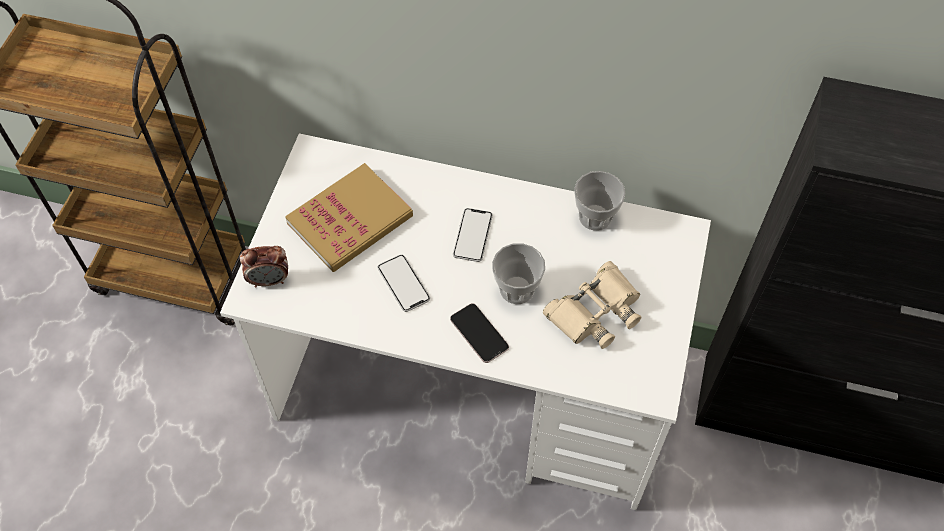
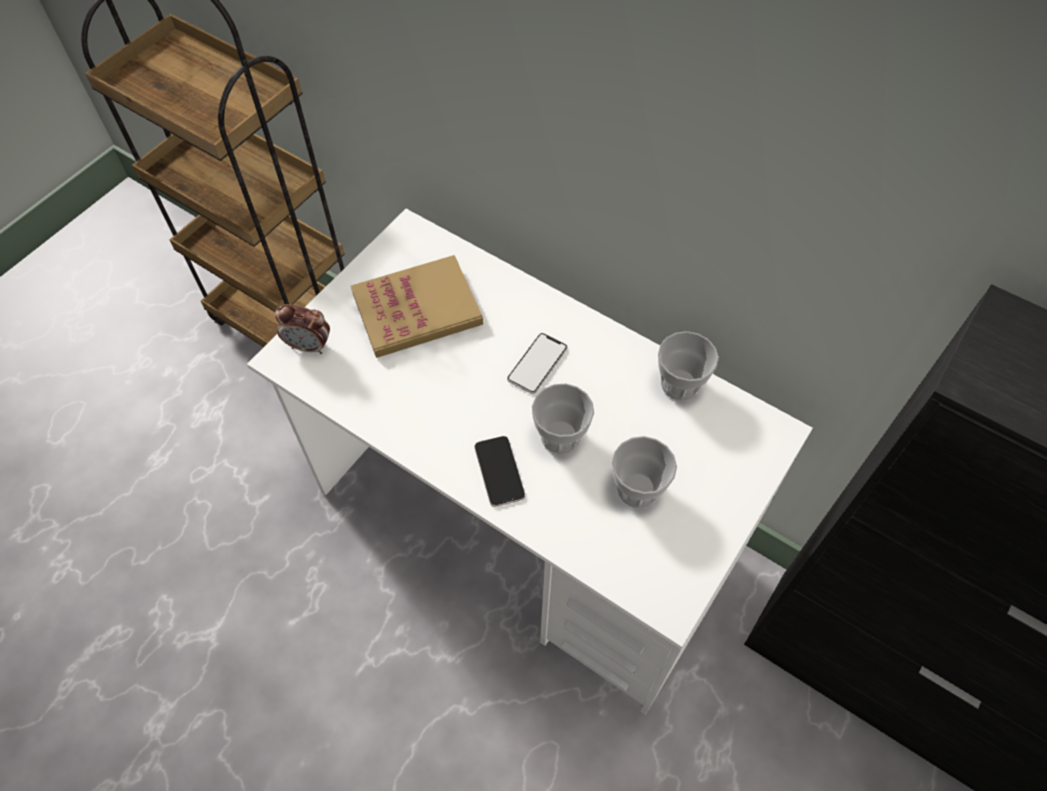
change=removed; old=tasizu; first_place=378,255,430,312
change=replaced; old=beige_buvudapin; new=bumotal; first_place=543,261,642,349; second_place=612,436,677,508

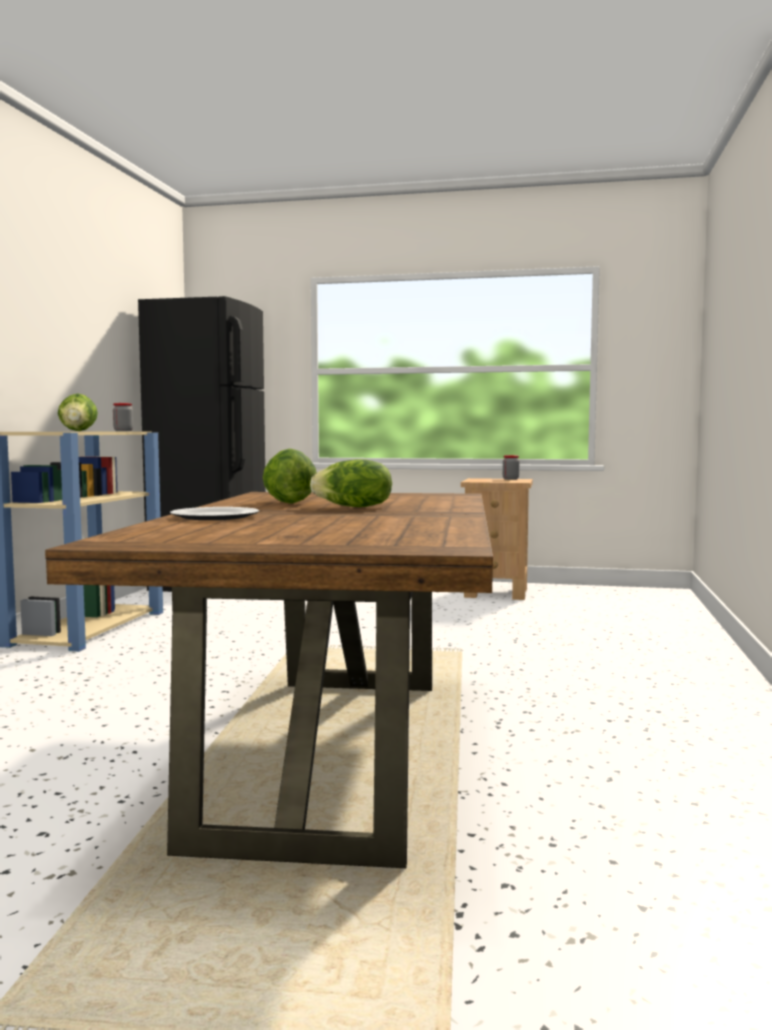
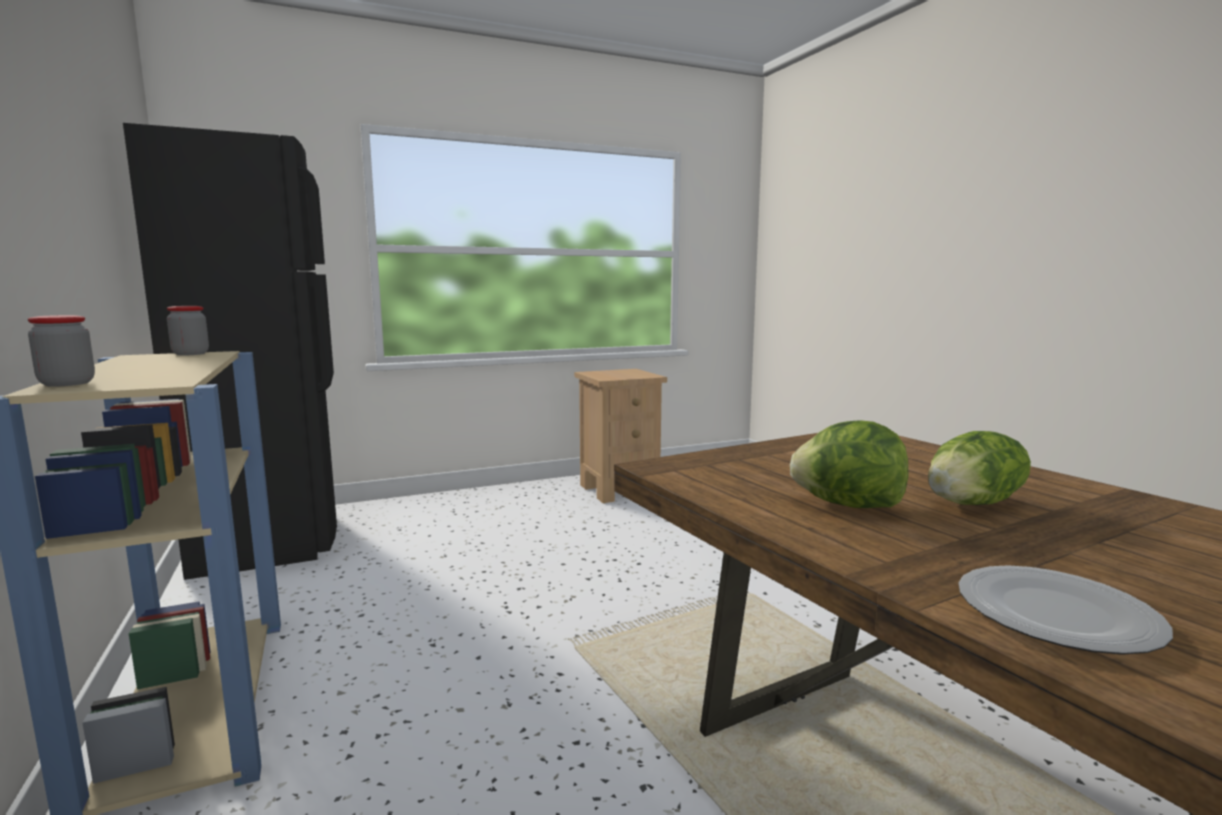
change=removed; old=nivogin; first_place=58,393,98,431
change=moved; old=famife; first_place=503,455,519,480; second_place=28,315,95,387

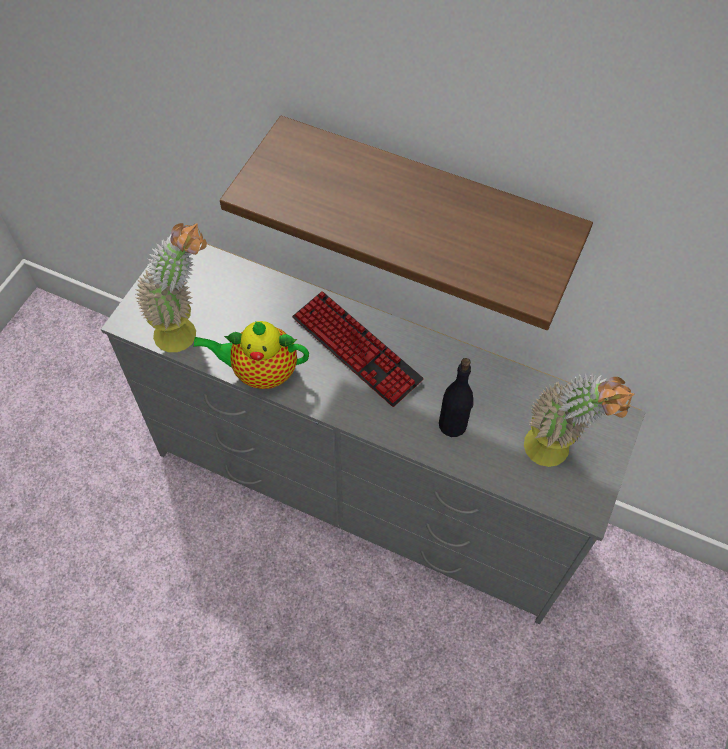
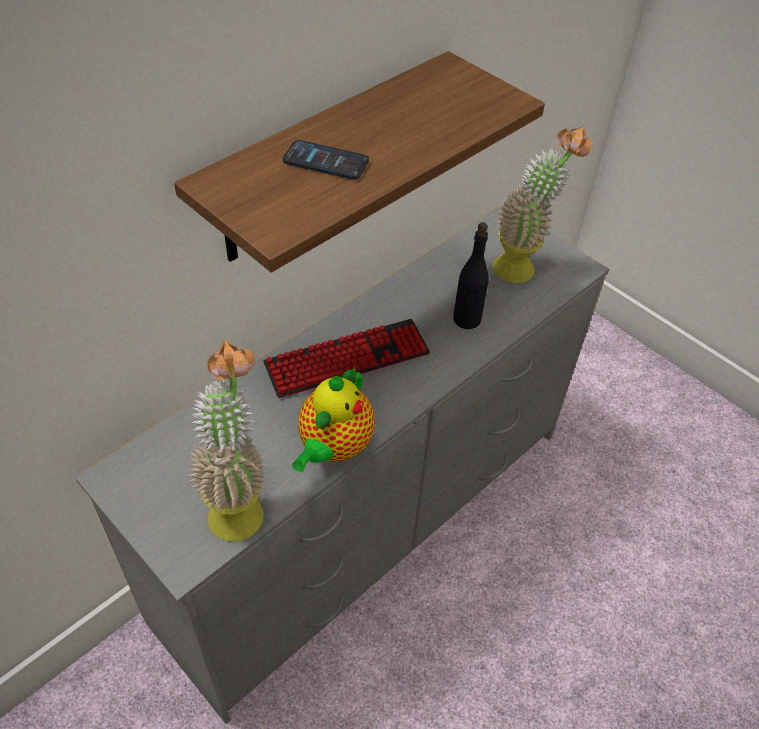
change=added; new=tasizu; second_place=283,140,369,180

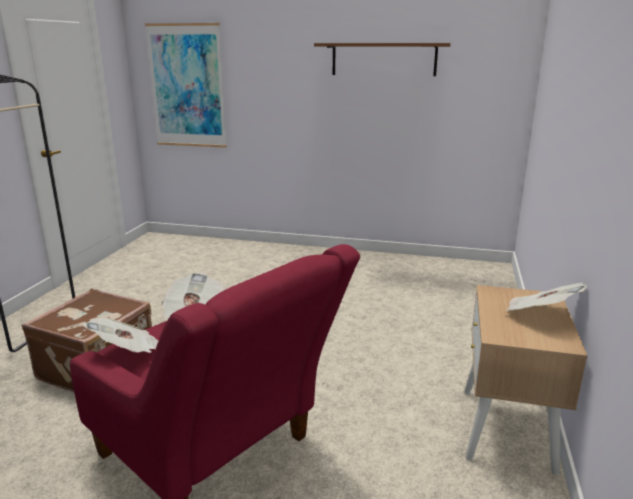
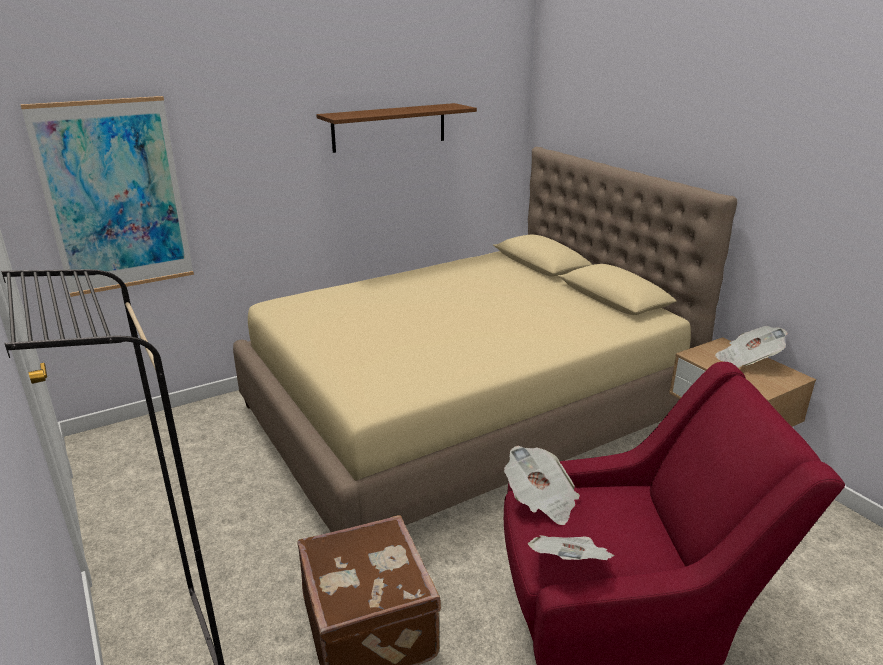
change=added; new=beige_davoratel; second_place=233,147,737,532

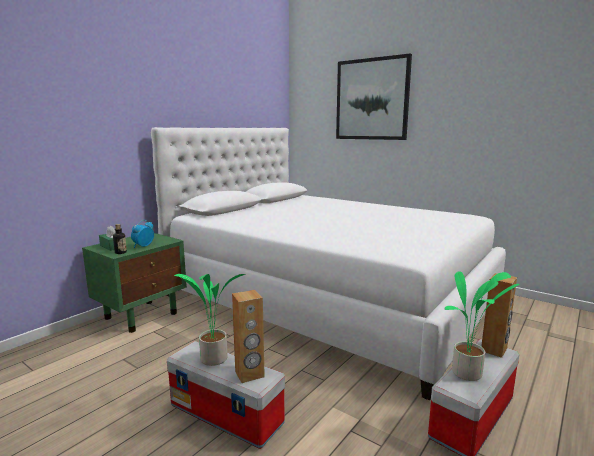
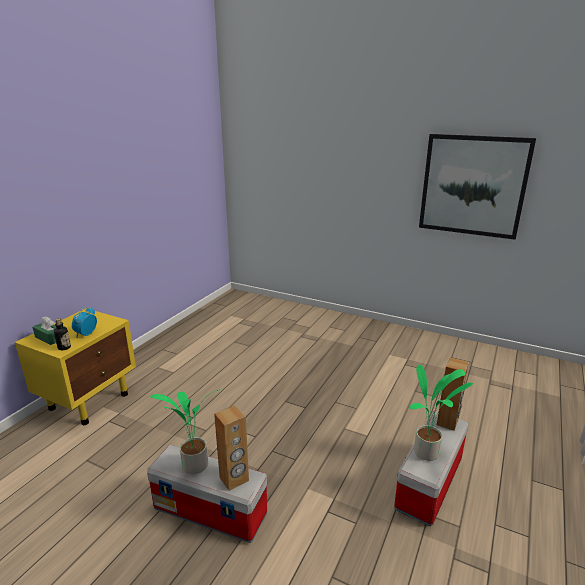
change=moved; old=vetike; first_place=336,53,412,140; second_place=419,134,536,240
change=removed; old=white_davoratel; first_place=151,127,506,400
change=recoloured; old=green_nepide; new=yellow_nepide; first_place=82,233,187,333; second_place=15,308,136,425

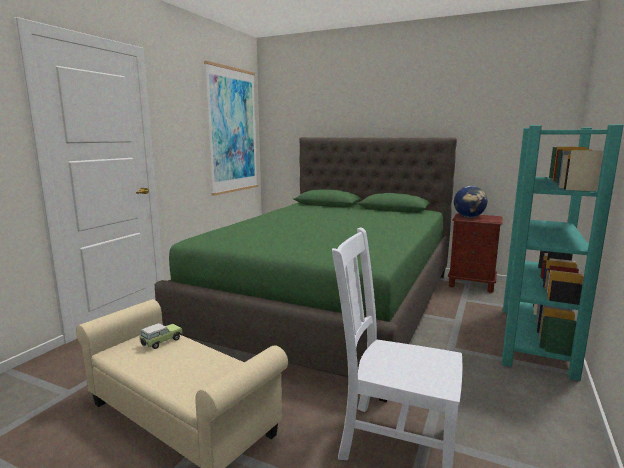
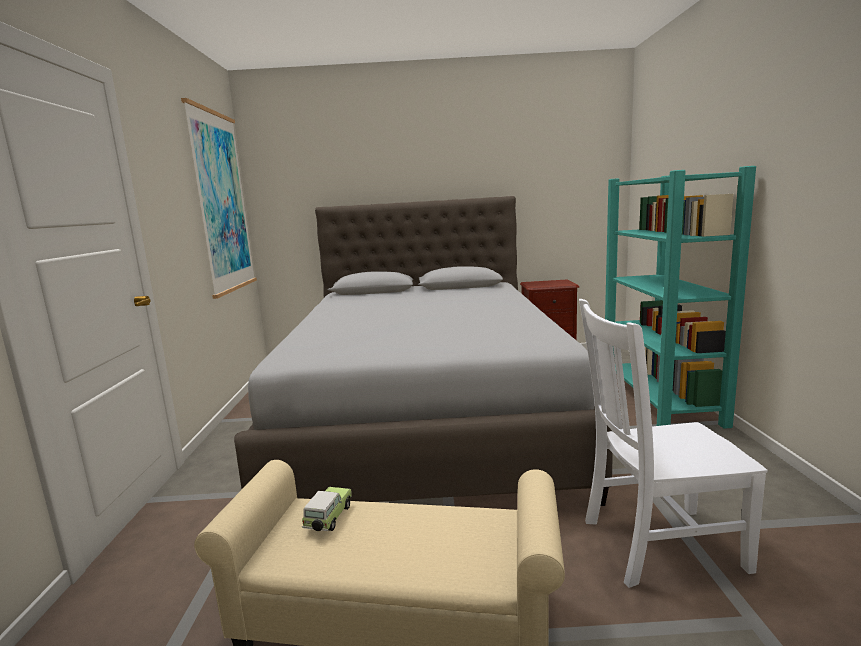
change=recoloured; old=green_davoratel; new=grey_davoratel; first_place=155,137,457,402; second_place=234,196,613,506
change=removed; old=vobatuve; first_place=454,186,487,217

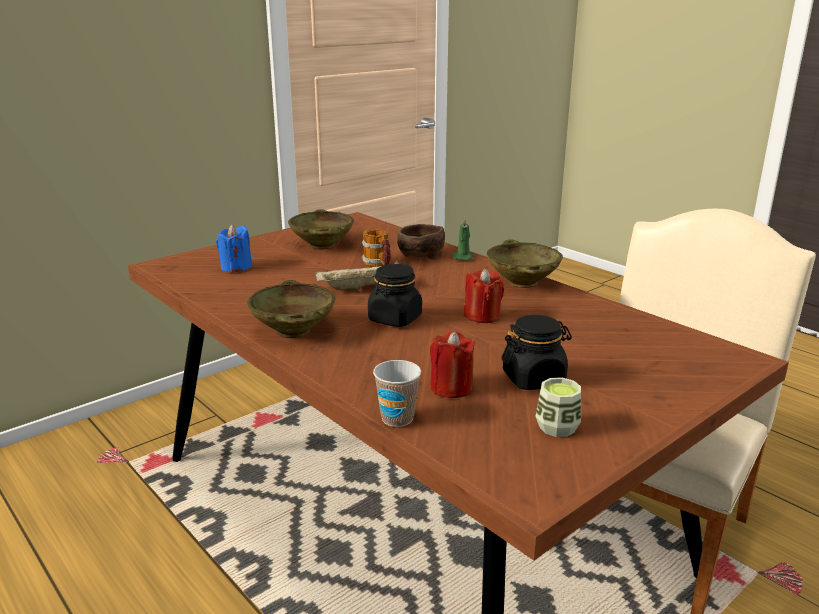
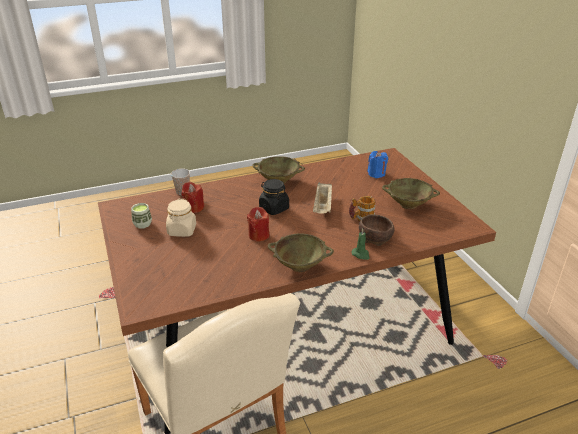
change=recoloured; old=black_famife; new=beige_famife; first_place=501,315,572,390; second_place=166,199,196,237

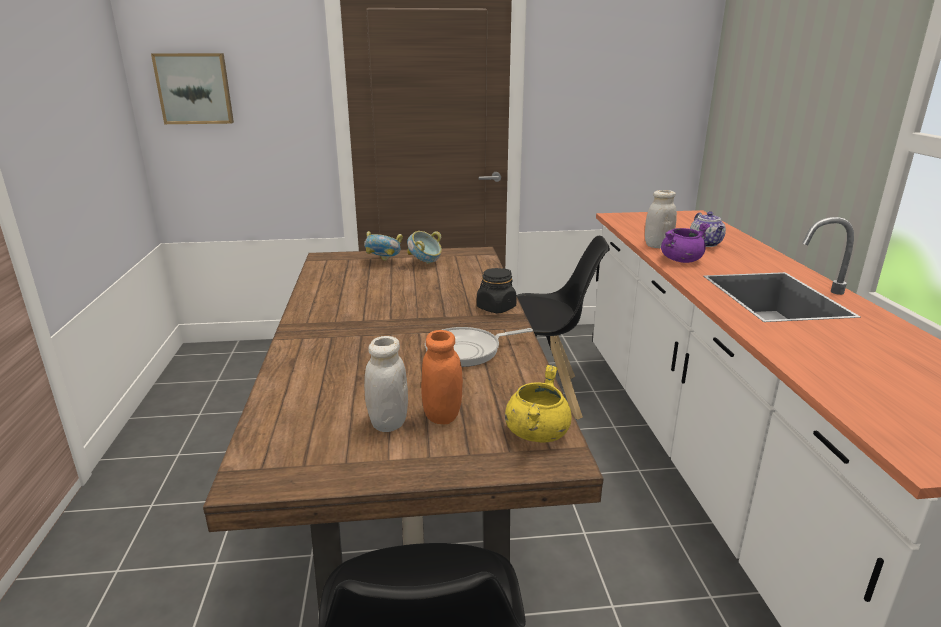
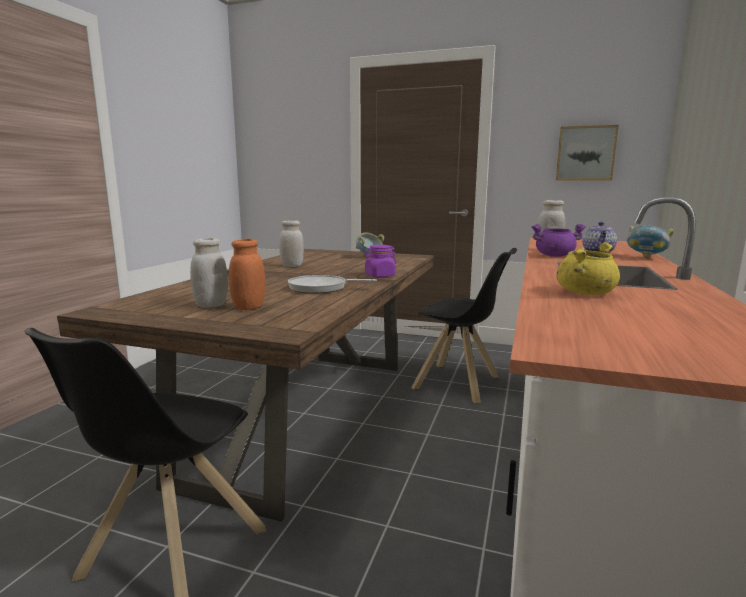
change=moved; old=vetike; first_place=151,53,234,124; second_place=556,125,619,181
change=moved; old=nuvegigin; first_place=364,231,403,261; second_place=627,225,674,258
change=recoloured; old=black_famife; new=purple_famife; first_place=477,268,517,313; second_place=363,245,396,278
change=moved; old=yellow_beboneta; first_place=505,365,572,443; second_place=556,242,620,295
change=added; new=white_famife; second_place=279,220,304,267

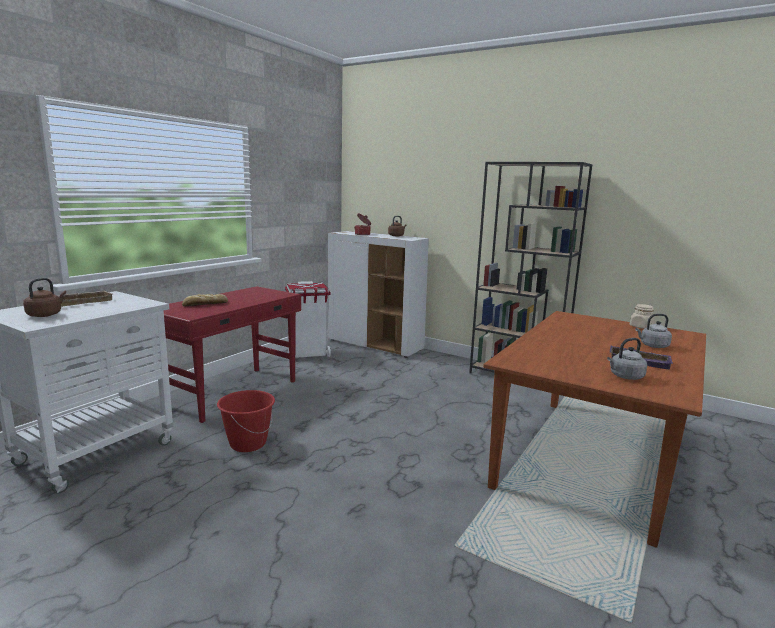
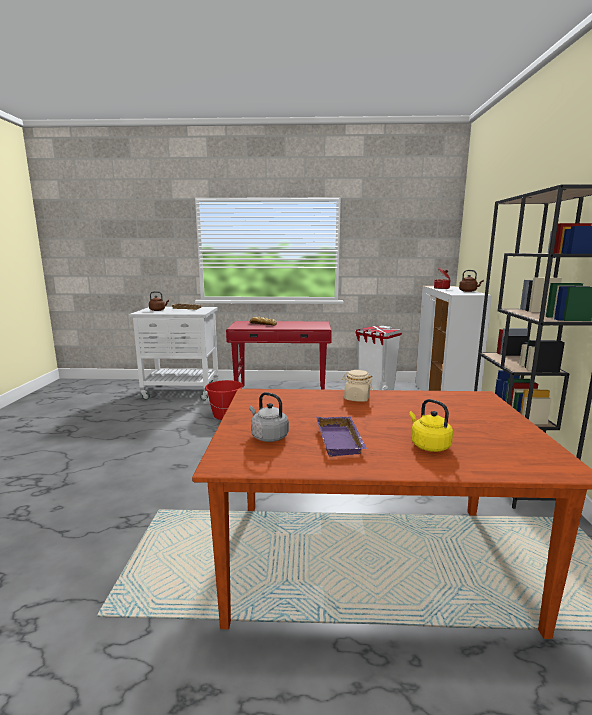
change=moved; old=beige_famife; first_place=630,304,655,329; second_place=342,370,373,402
change=recoloured; old=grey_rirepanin; new=yellow_rirepanin; first_place=635,314,672,348; second_place=409,399,453,452

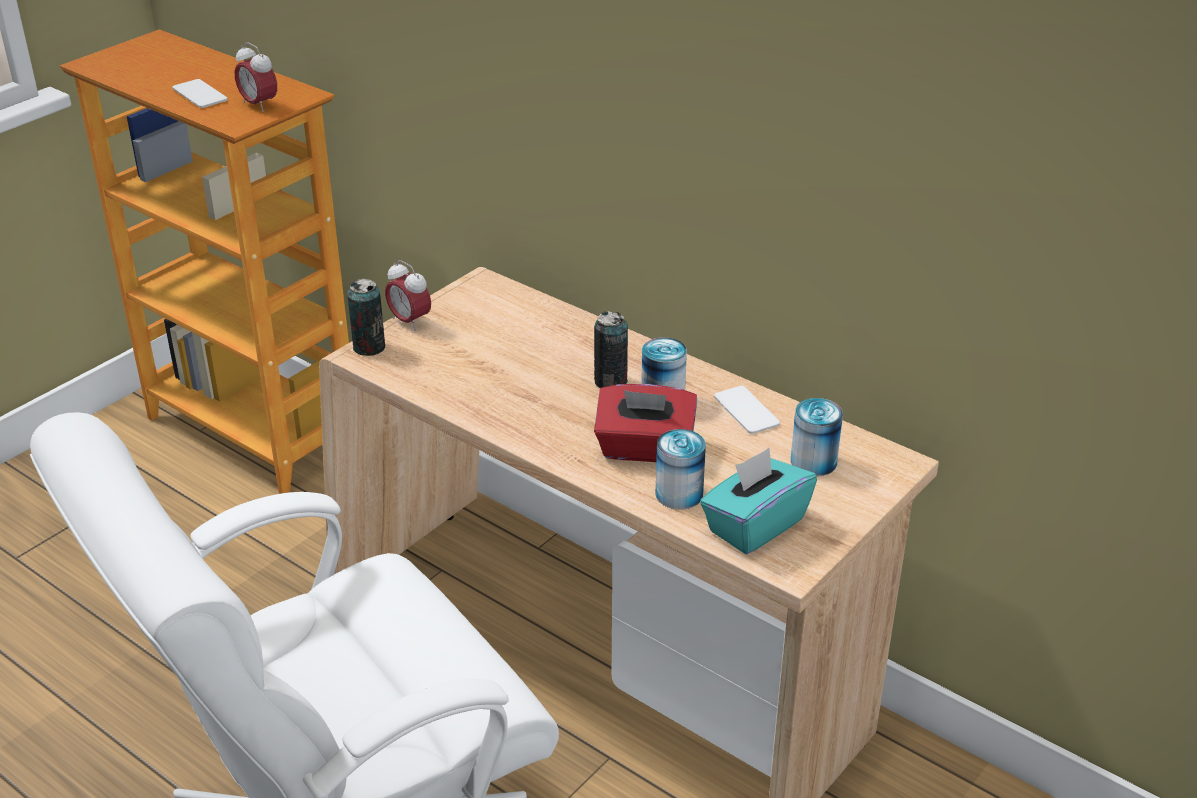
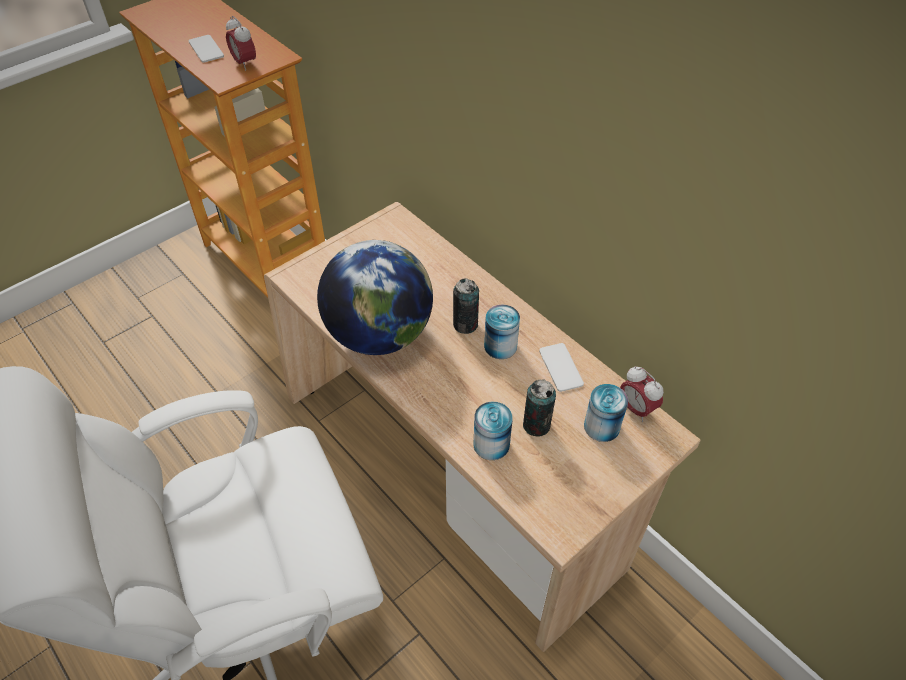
change=moved; old=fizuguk; first_place=385,260,431,331; second_place=620,366,664,422
change=moved; old=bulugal; first_place=347,279,385,356; second_place=523,379,556,436
change=removed; old=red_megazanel; first_place=594,384,697,462
change=removed; old=turquoise_megazanel; first_place=700,448,817,554
change=added; new=vobatuve; second_place=317,240,433,355

